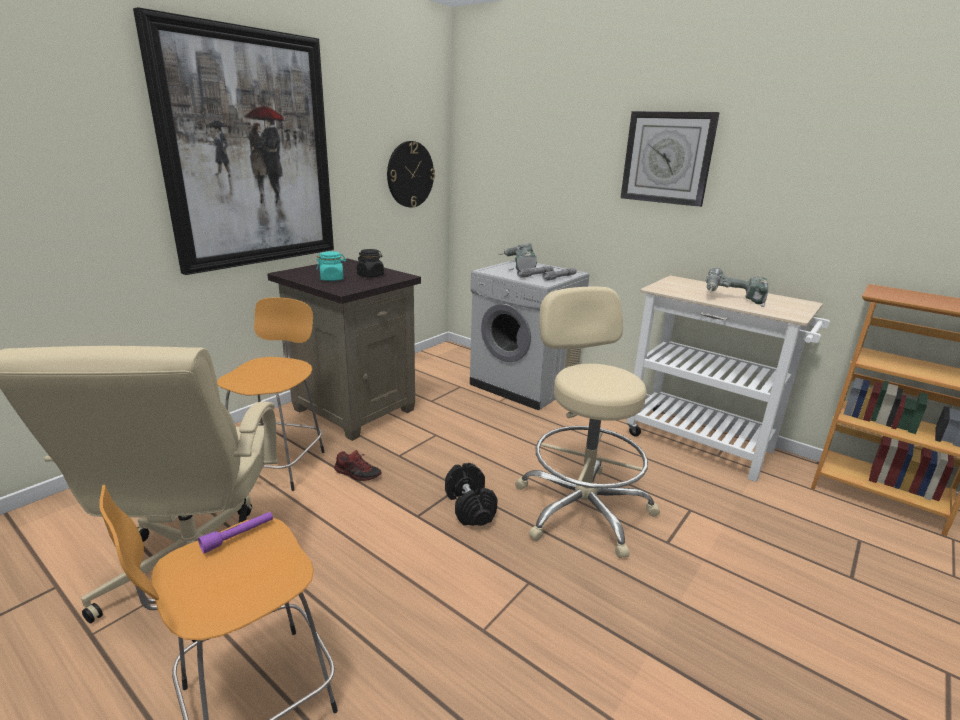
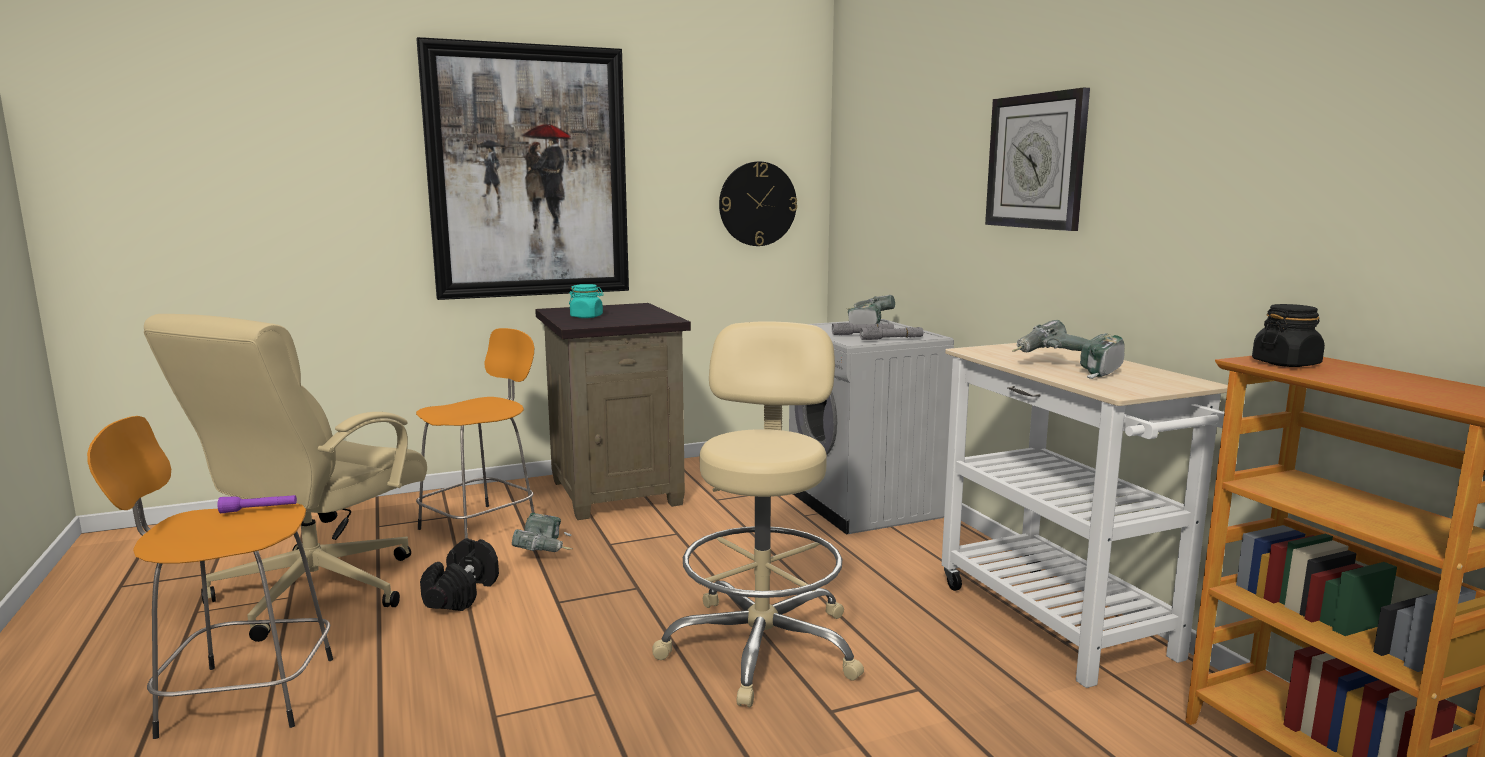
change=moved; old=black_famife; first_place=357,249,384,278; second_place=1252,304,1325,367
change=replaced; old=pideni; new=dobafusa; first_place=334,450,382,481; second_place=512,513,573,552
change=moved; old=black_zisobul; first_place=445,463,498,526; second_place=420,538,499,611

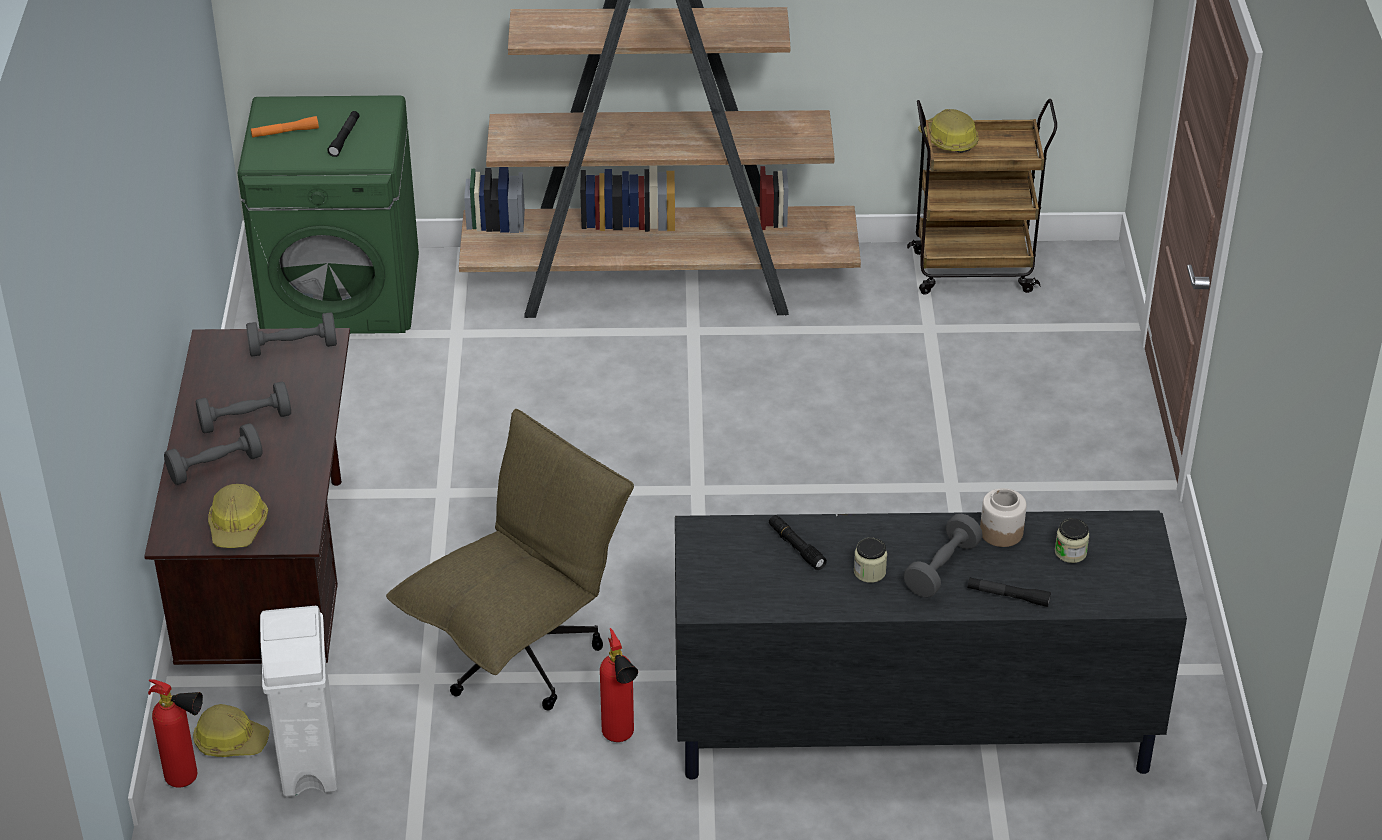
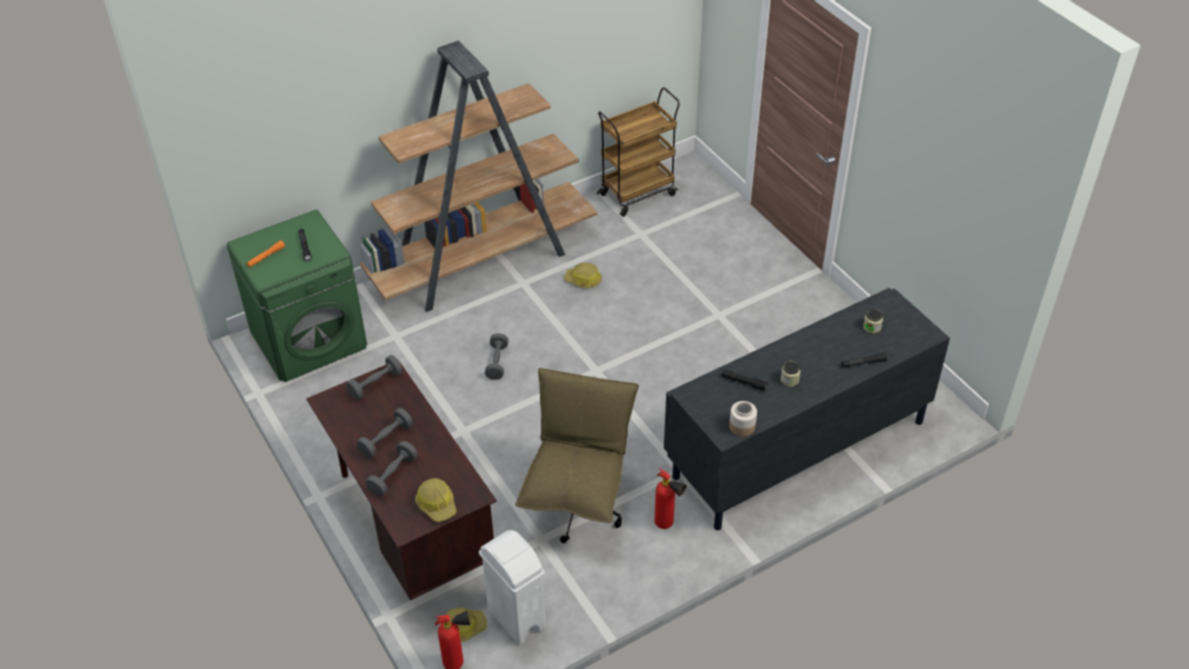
change=moved; old=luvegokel; first_place=918,109,979,153; second_place=564,263,602,288
change=moved; old=famife; first_place=980,488,1027,547; second_place=729,401,757,436
change=moved; old=grey_zisobul; first_place=904,514,983,598; second_place=485,333,509,380

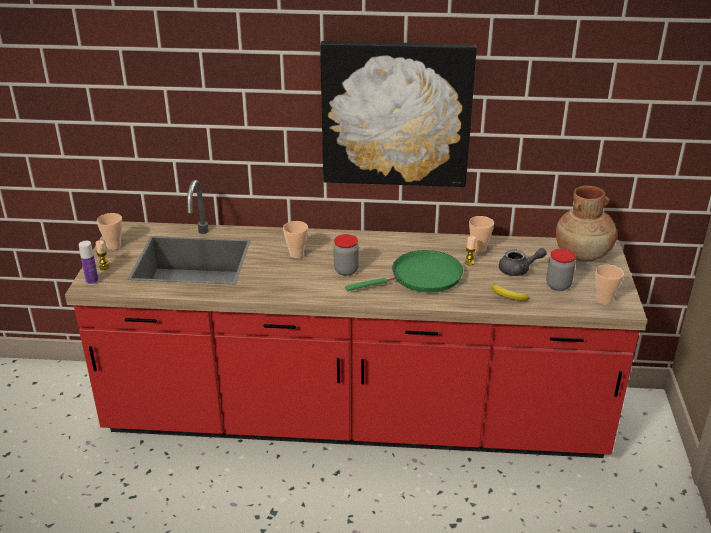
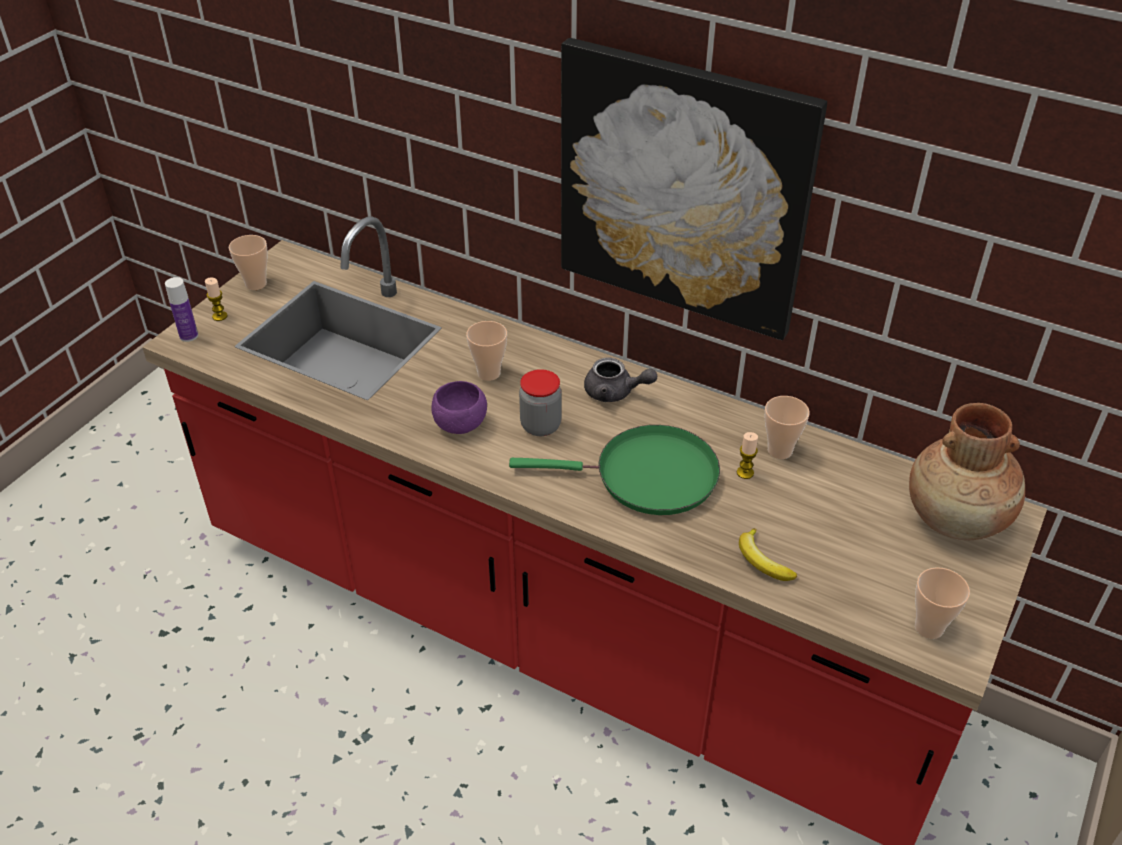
change=moved; old=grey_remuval; first_place=499,248,547,276; second_place=584,357,657,402
change=removed; old=famife; first_place=546,249,576,291
change=added; new=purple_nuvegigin; second_place=432,381,487,434

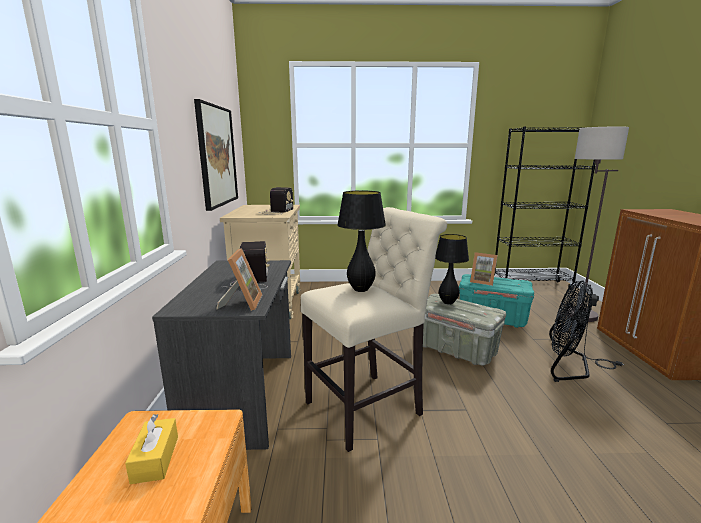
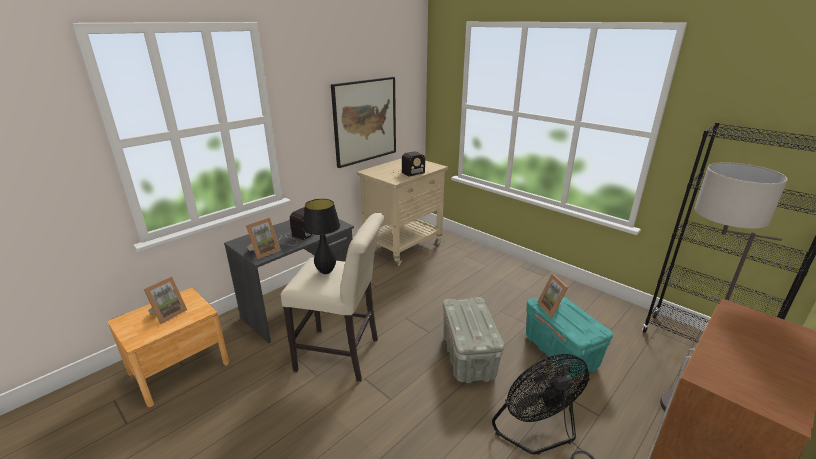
change=removed; old=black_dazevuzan; first_place=435,234,469,305
change=replaced; old=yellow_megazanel; new=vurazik; first_place=125,414,178,484; second_place=144,276,187,324

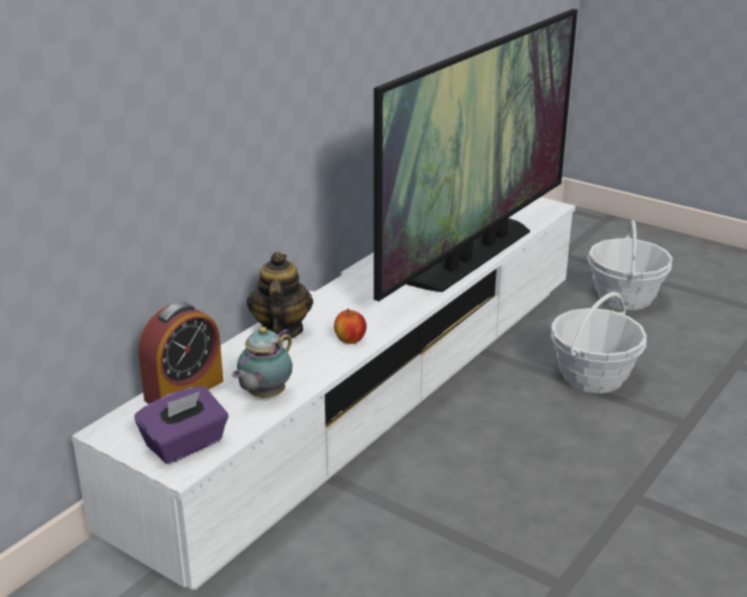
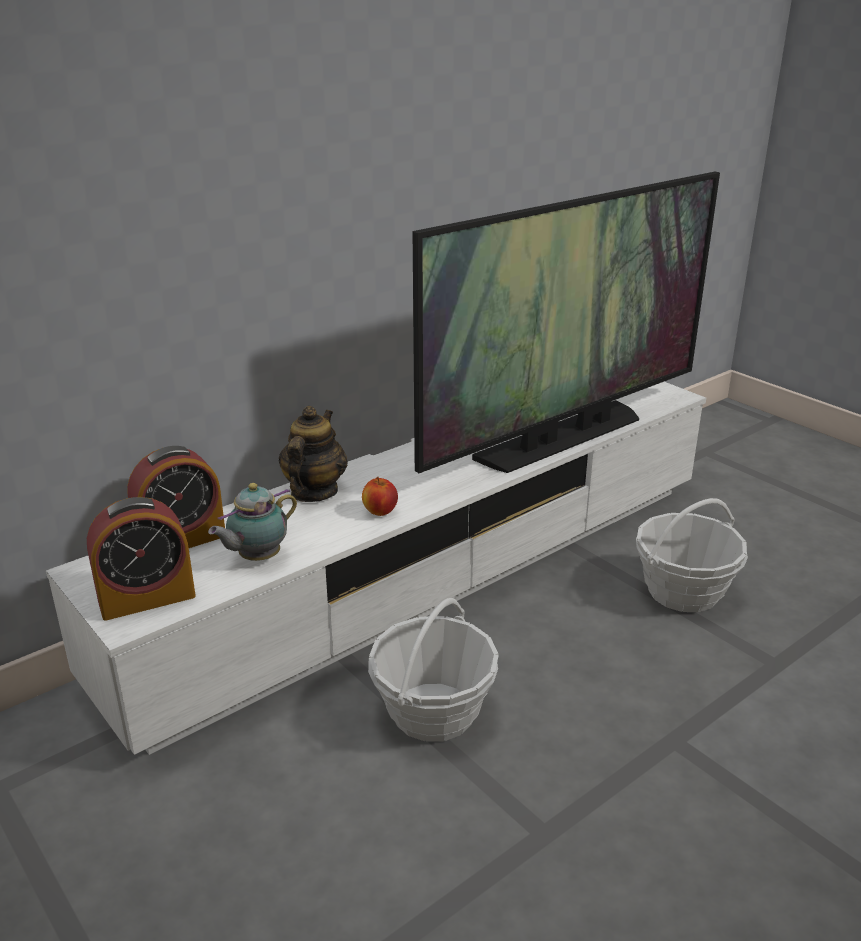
change=moved; old=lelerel; first_place=587,220,673,310; second_place=368,598,499,742
change=replaced; old=purple_megazanel; new=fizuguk; first_place=134,386,228,464; second_place=87,497,196,621

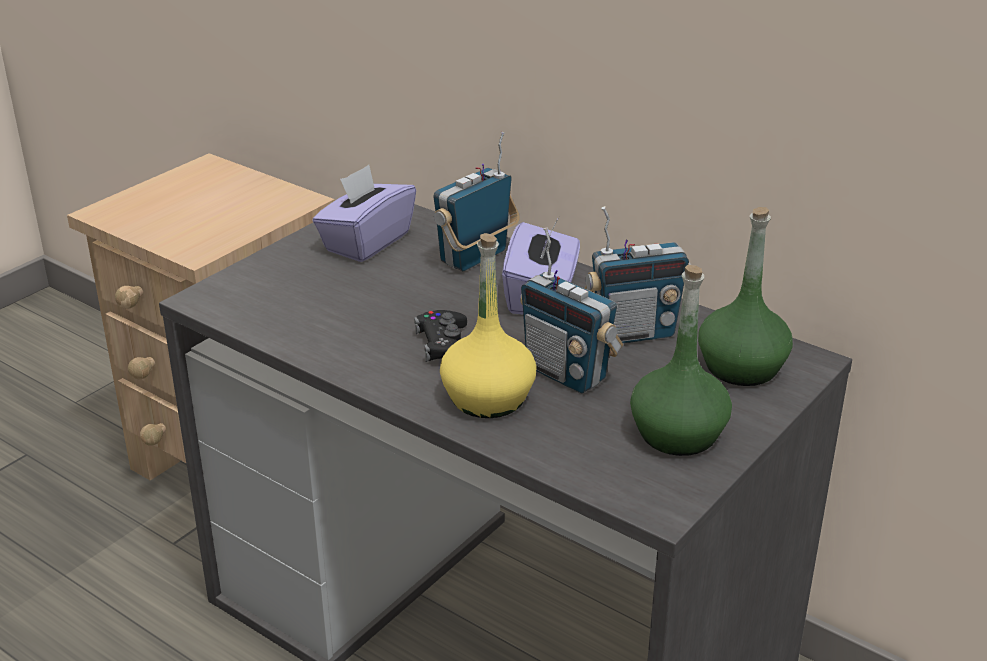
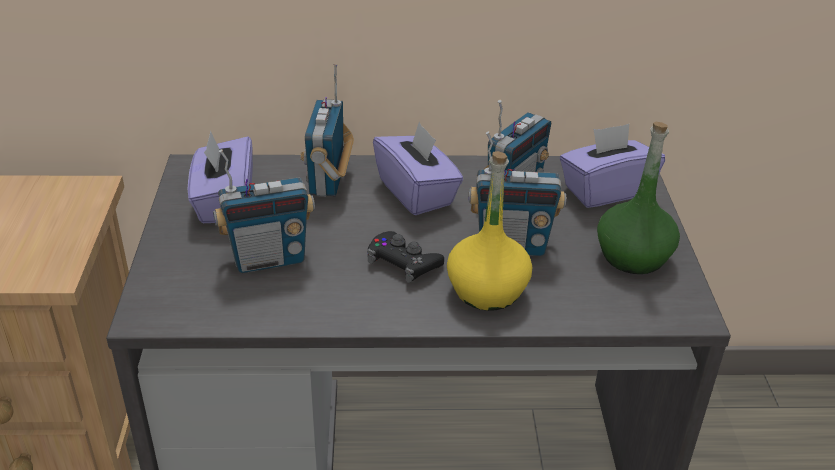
change=replaced; old=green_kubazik; new=purple_megazanel; first_place=698,207,793,386; second_place=560,124,665,208
change=added; new=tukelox; second_place=213,149,315,273

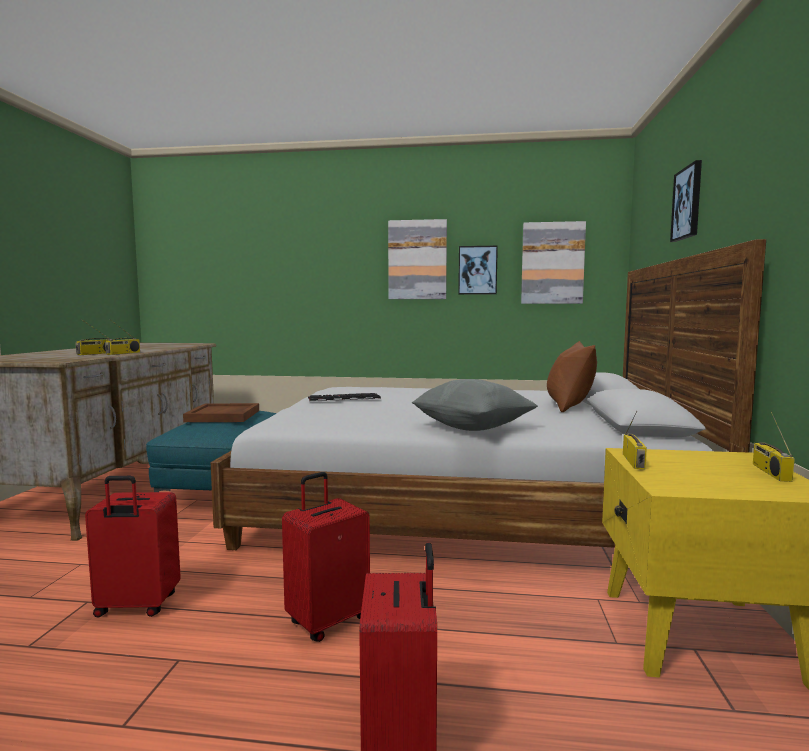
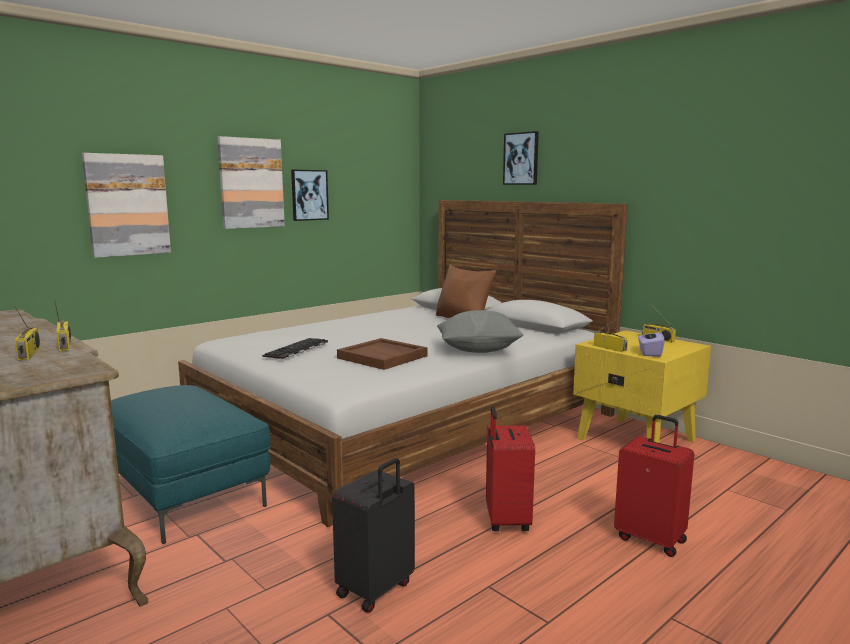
change=moved; old=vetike; first_place=521,221,586,304; second_place=82,153,171,258
change=moved; old=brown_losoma; first_place=183,403,259,422; second_place=337,338,428,370
change=recoloured; old=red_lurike; new=black_lurike; first_place=85,476,181,617; second_place=332,458,415,613
change=added; new=purple_megazanel; second_place=638,329,665,357

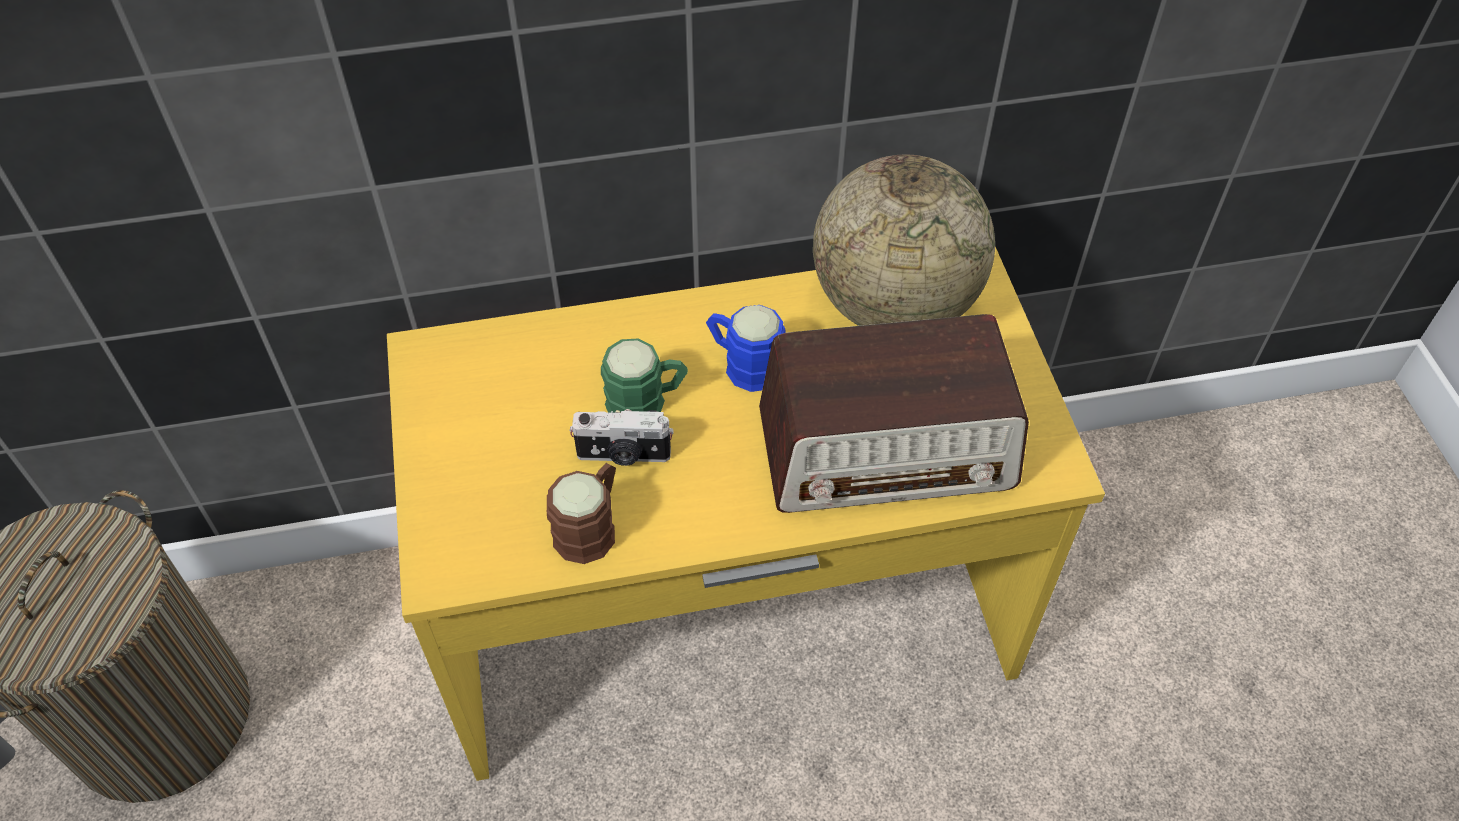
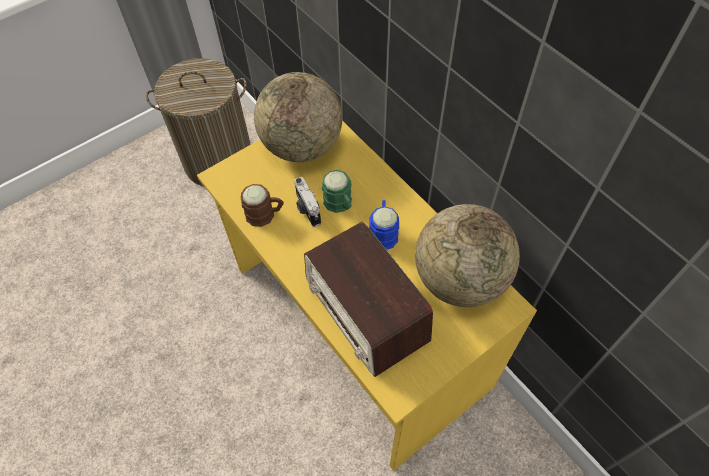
change=added; new=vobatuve; second_place=254,72,342,162

